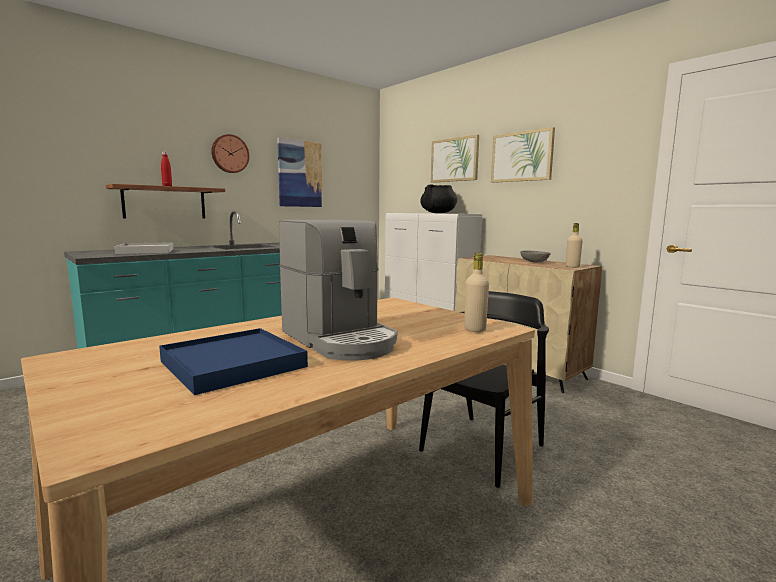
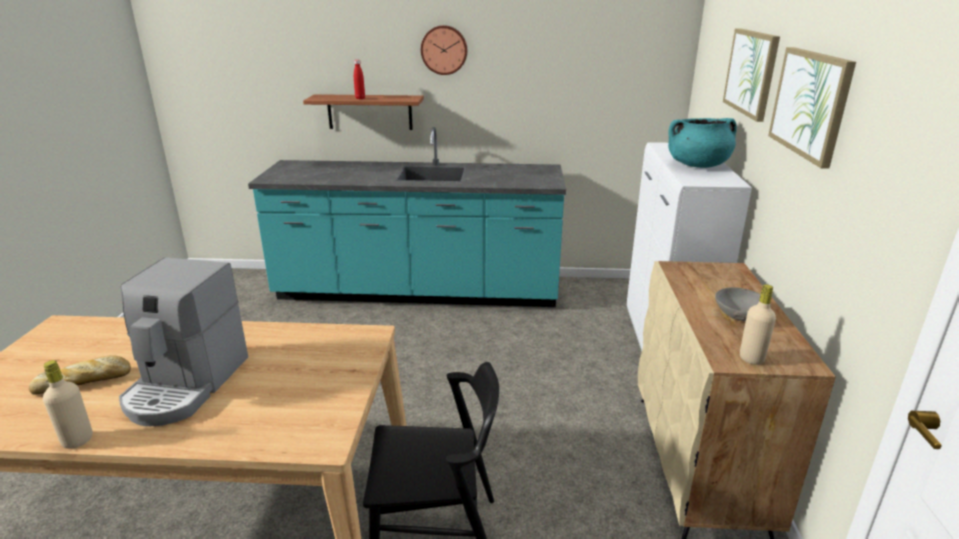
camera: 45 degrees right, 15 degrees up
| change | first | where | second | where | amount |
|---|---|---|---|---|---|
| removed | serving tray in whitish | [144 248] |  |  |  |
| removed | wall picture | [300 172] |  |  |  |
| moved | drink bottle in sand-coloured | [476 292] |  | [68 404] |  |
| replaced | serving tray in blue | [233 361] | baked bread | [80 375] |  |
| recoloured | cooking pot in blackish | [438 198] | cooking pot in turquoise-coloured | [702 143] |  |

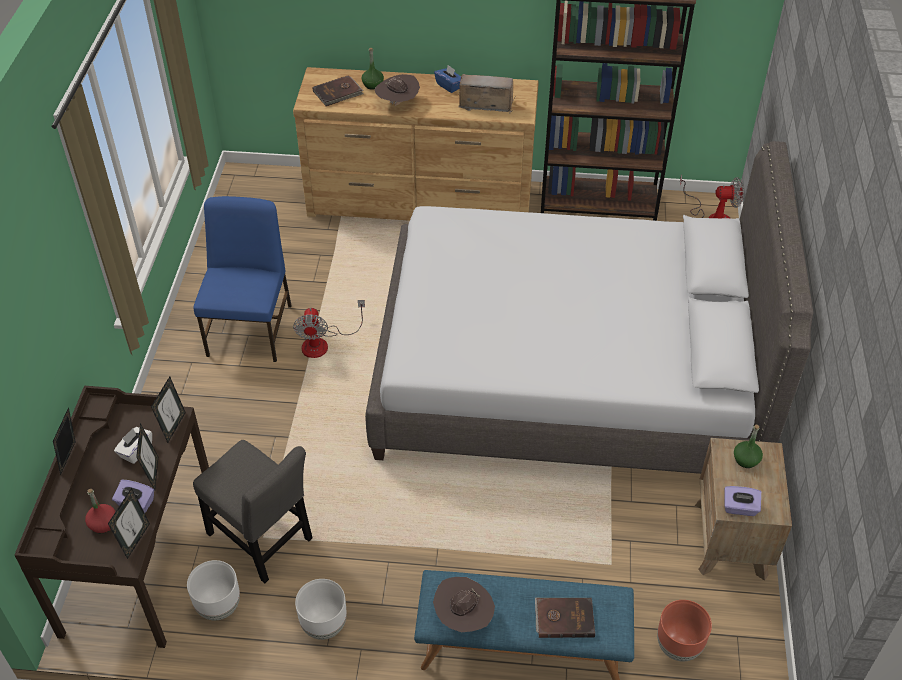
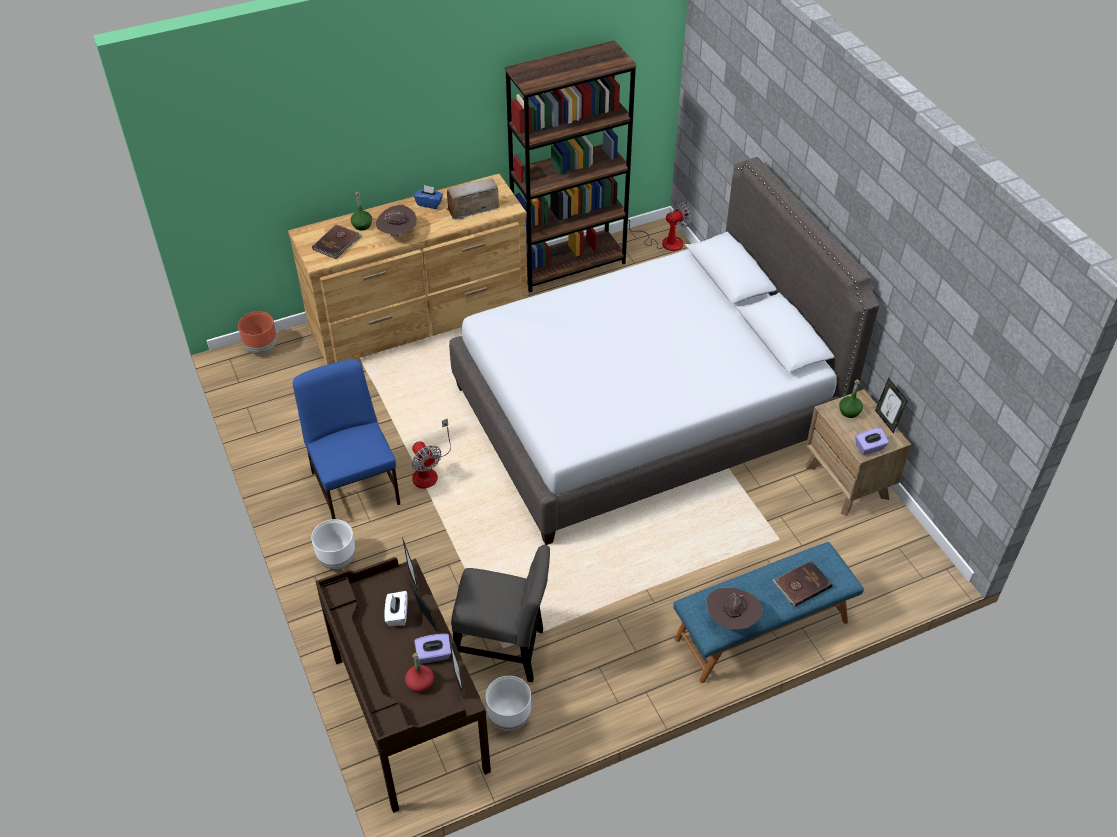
camera: 30 degrees left, 0 degrees up
| change | first | where | second | where | amount |
|---|---|---|---|---|---|
| moved | standing frame | [64 441] |  | [891 405] |  |
| moved | plant pot in whitish | [321 609] |  | [333 544] |  |
| moved | plant pot in brown | [684 631] |  | [257 333] |  |

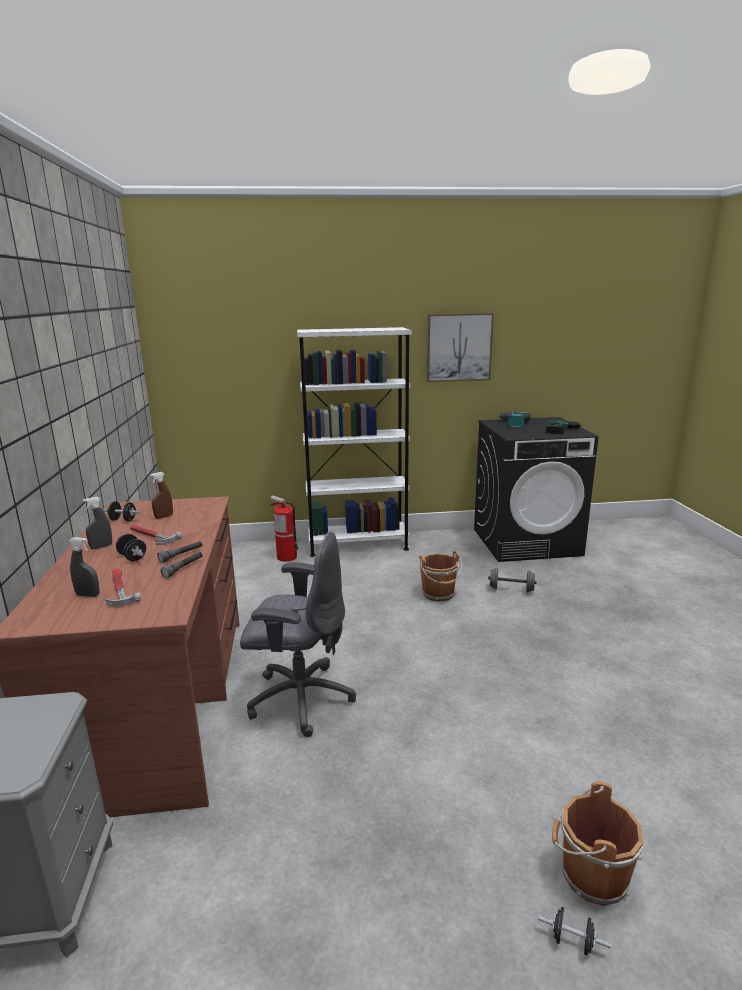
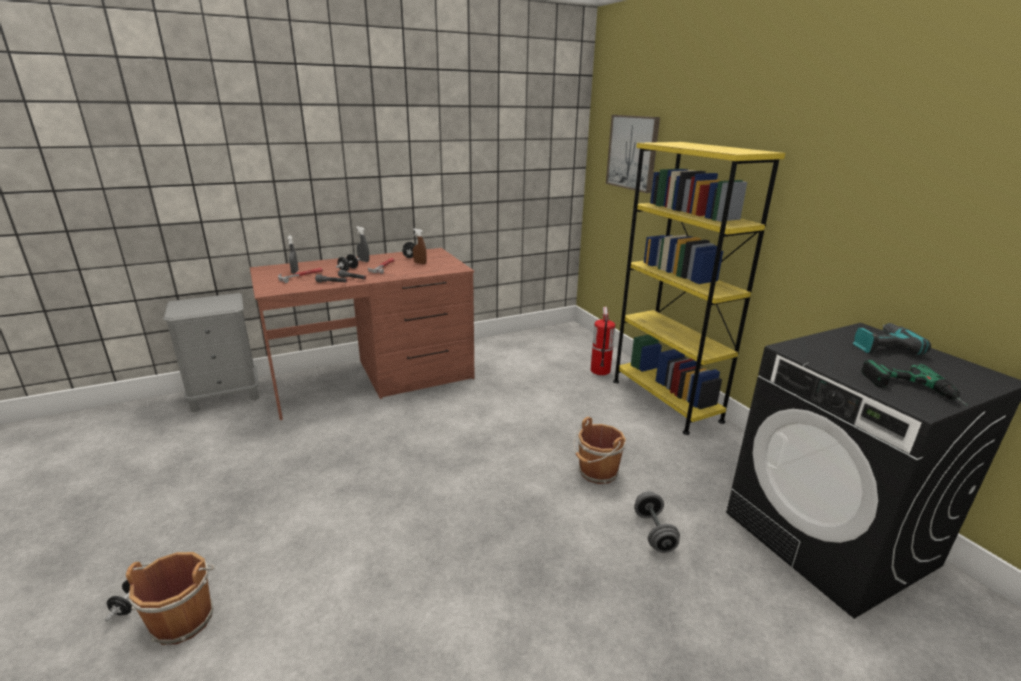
camera: 70 degrees right, 5 degrees up
| change | first | where | second | where | amount |
|---|---|---|---|---|---|
| removed | office chair in greyish | [298 634] |  |  |  |
| moved | wall picture | [460 347] |  | [633 154] |  |
| recoloured | bookshelf in whitish | [354 442] | bookshelf in yellow-coloured | [699 288] |  |

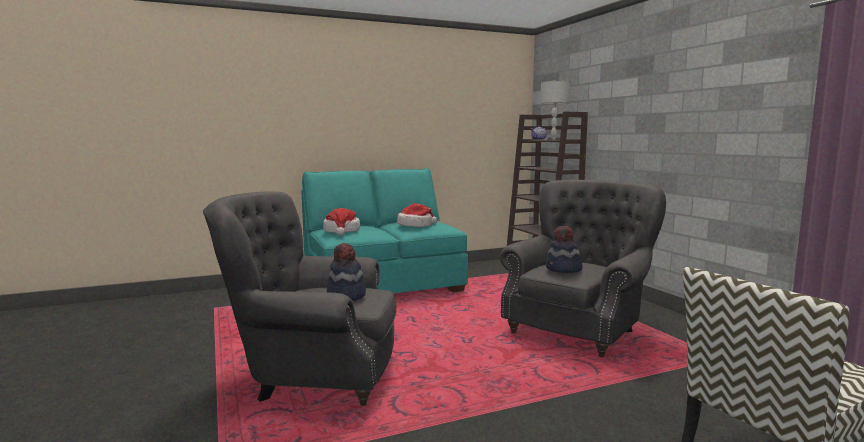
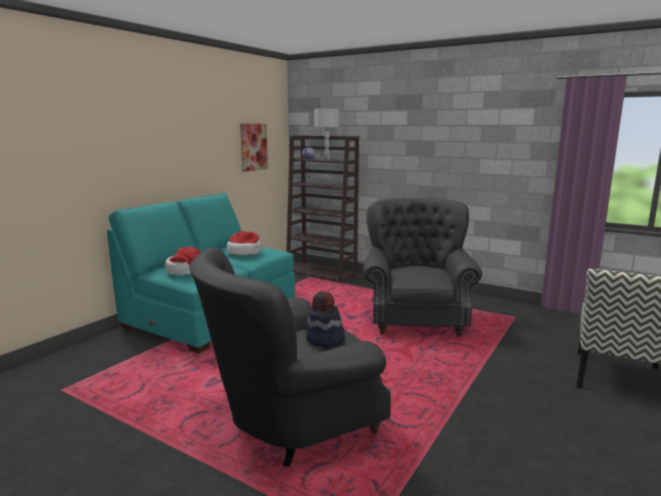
camera: 35 degrees left, 5 degrees up
| change | first | where | second | where | amount |
|---|---|---|---|---|---|
| removed | hat | [564 249] |  |  |  |
| added |  |  | wall picture | [254 148] |  |

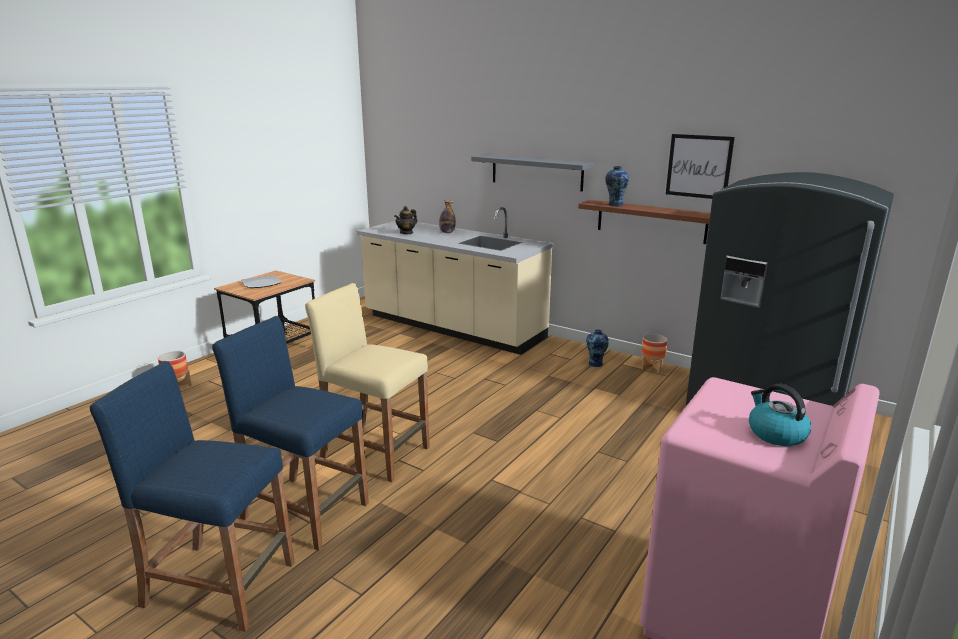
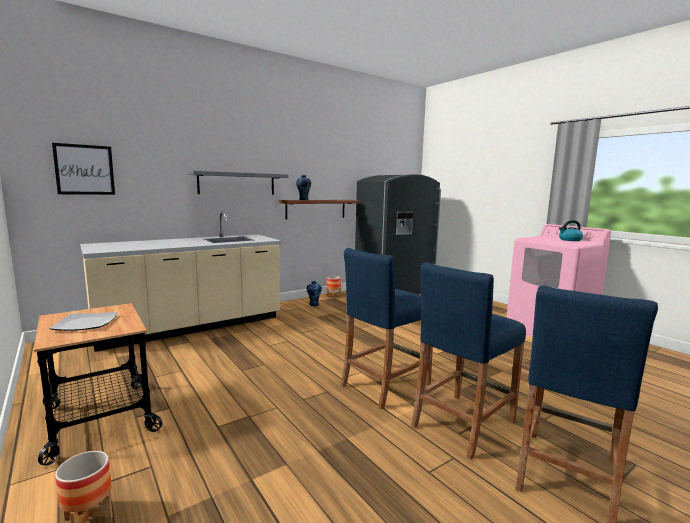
camera: 70 degrees left, 10 degrees down
| change | first | where | second | where | amount |
|---|---|---|---|---|---|
| removed | tea pot | [405 220] |  |  |  |
| removed | drink bottle | [447 216] |  |  |  |
| moved | wall picture | [700 166] |  | [83 169] |  |
| recoloured | stool in sand-coloured | [367 382] | stool in blue | [387 328] |  |

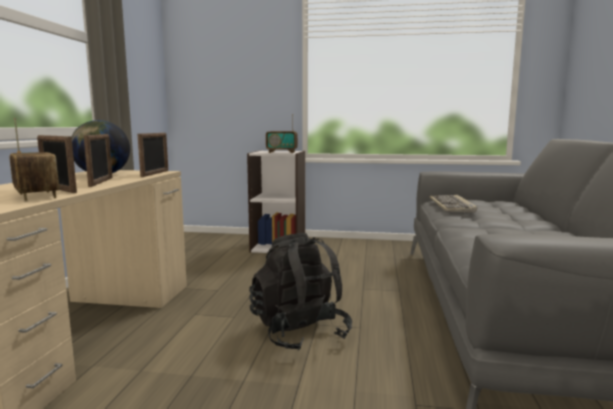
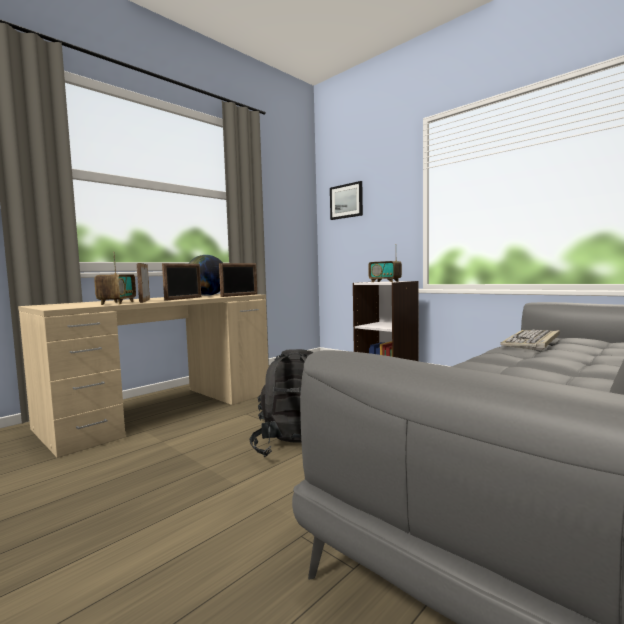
camera: 35 degrees right, 5 degrees down
| change | first | where | second | where | amount |
|---|---|---|---|---|---|
| added |  |  | wall picture | [346 200] |  |

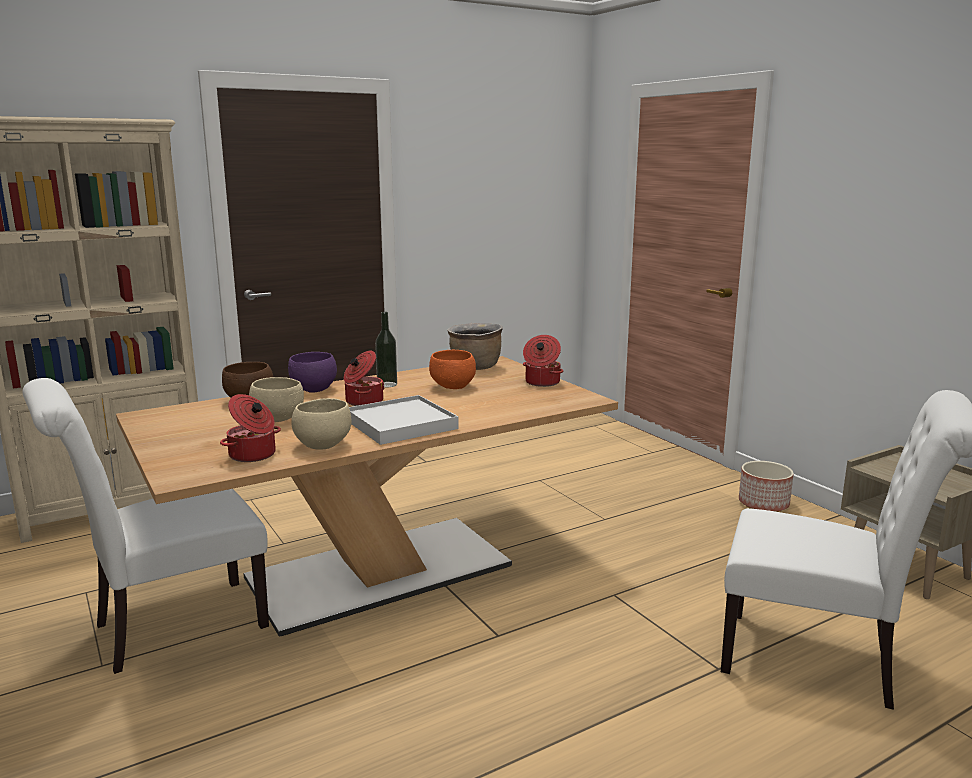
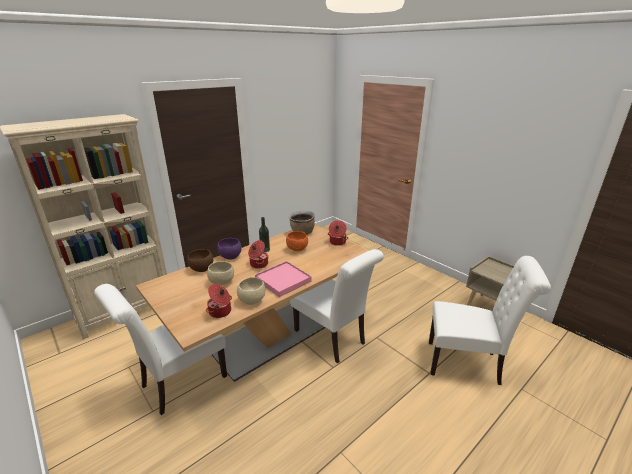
camera: 10 degrees left, 10 degrees up
| change | first | where | second | where | amount |
|---|---|---|---|---|---|
| removed | plant pot | [766 486] |  |  |  |
| added |  |  | plain chair in whitish | [337 306] |  |
| recoloured | serving tray in whitish | [403 420] | serving tray in pink-coloured | [283 279] |  |

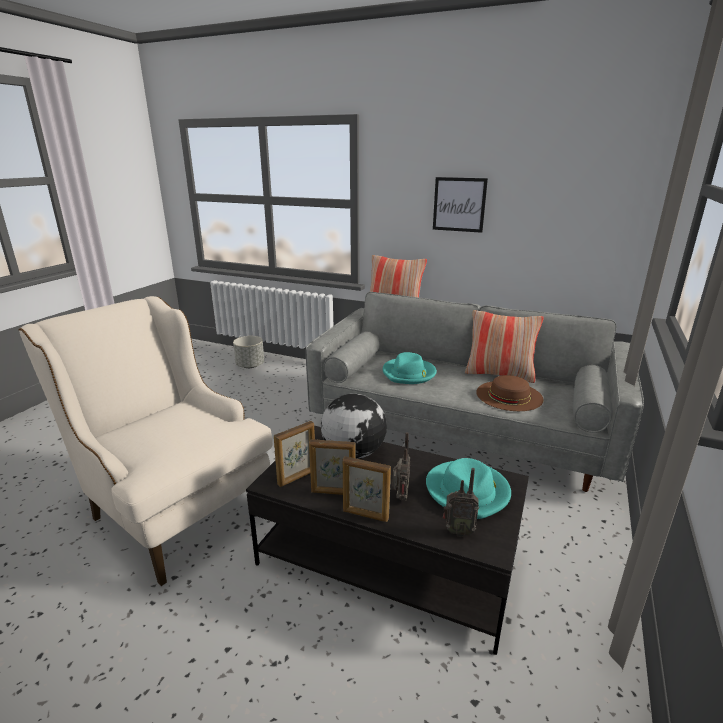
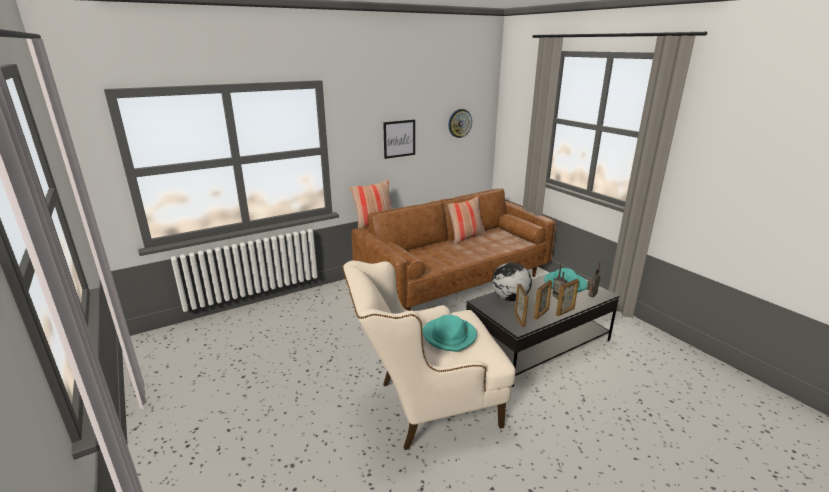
camera: 55 degrees left, 0 degrees up
| change | first | where | second | where | amount |
|---|---|---|---|---|---|
| removed | plant pot in greyish | [248 352] |  |  |  |
| removed | hat in brown | [510 393] |  |  |  |
| added |  |  | hanging clock | [460 123] |  |
| moved | hat in turquoise-coloured | [410 368] |  | [450 333] |  |
| recoloured | sofa in greyish | [475 392] | sofa in brown | [453 249] |  |

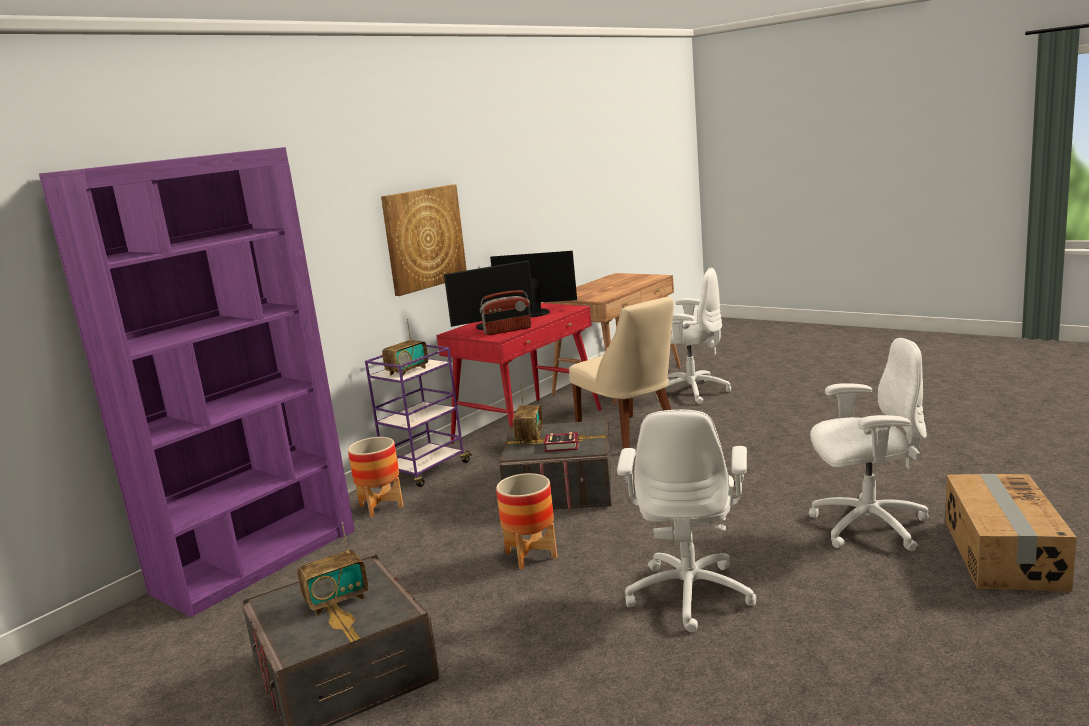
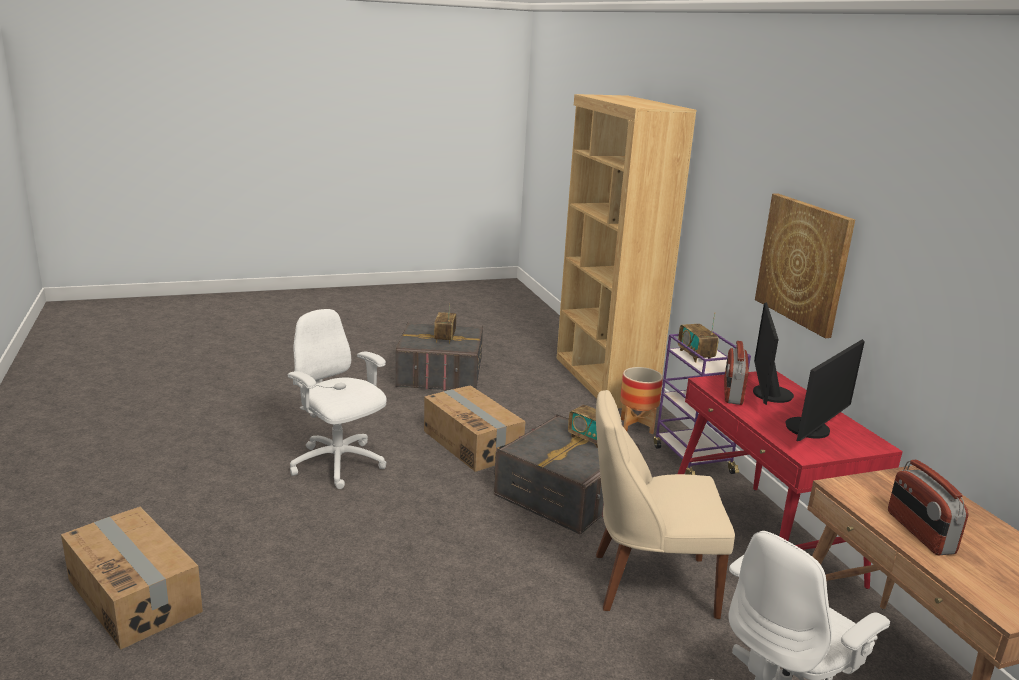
camera: 120 degrees right, 5 degrees up
| change | first | where | second | where | amount |
|---|---|---|---|---|---|
| removed | book | [561 442] |  |  |  |
| removed | office chair in whitish | [869 444] |  |  |  |
| added |  |  | radio | [928 507] |  |
| replaced | plant pot | [526 521] | packing box | [475 428] |  |
| recoloured | bookshelf in purple | [197 382] | bookshelf in brown | [626 251] |  |

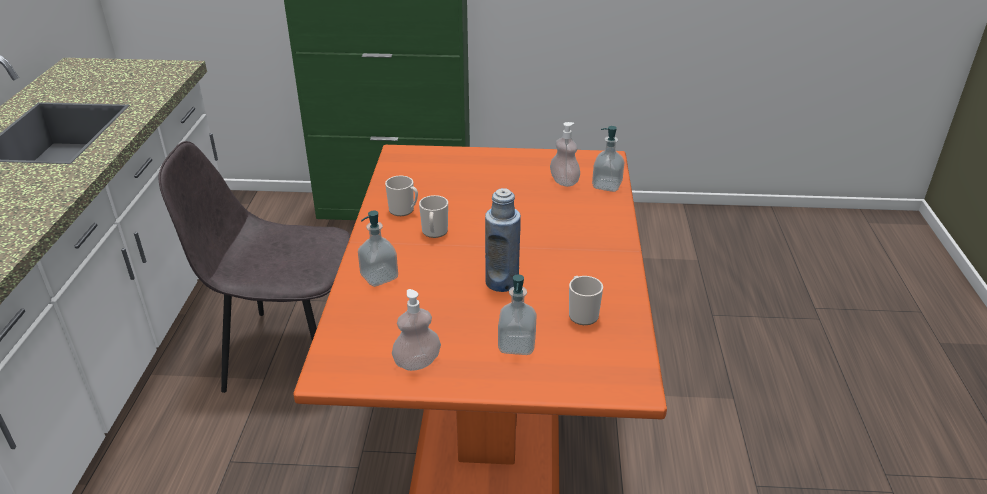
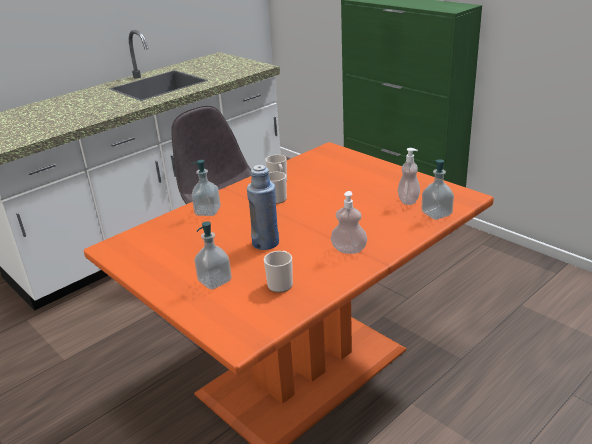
camera: 45 degrees right, 5 degrees down
| change | first | where | second | where | amount |
|---|---|---|---|---|---|
| moved | soap bottle | [416 330] |  | [349 222] |  |

